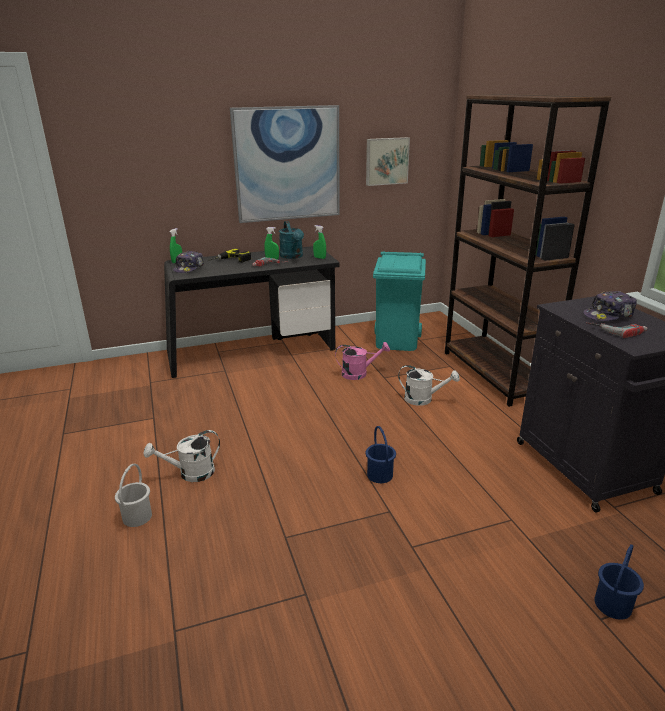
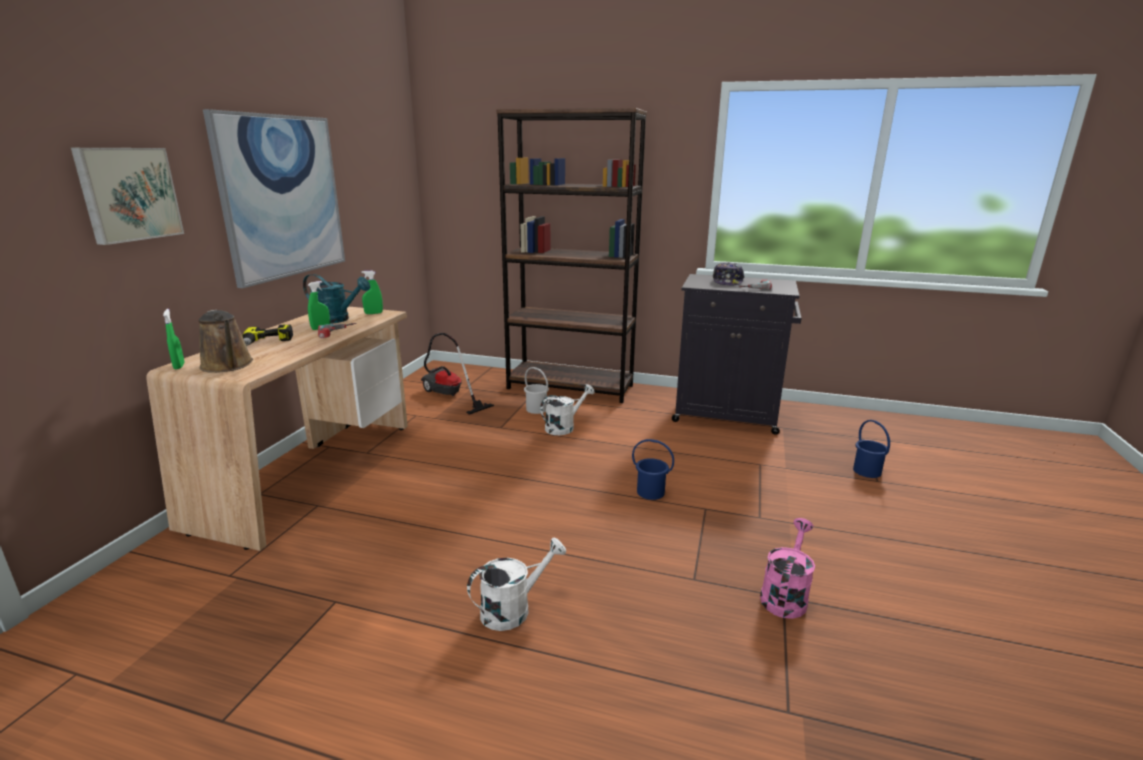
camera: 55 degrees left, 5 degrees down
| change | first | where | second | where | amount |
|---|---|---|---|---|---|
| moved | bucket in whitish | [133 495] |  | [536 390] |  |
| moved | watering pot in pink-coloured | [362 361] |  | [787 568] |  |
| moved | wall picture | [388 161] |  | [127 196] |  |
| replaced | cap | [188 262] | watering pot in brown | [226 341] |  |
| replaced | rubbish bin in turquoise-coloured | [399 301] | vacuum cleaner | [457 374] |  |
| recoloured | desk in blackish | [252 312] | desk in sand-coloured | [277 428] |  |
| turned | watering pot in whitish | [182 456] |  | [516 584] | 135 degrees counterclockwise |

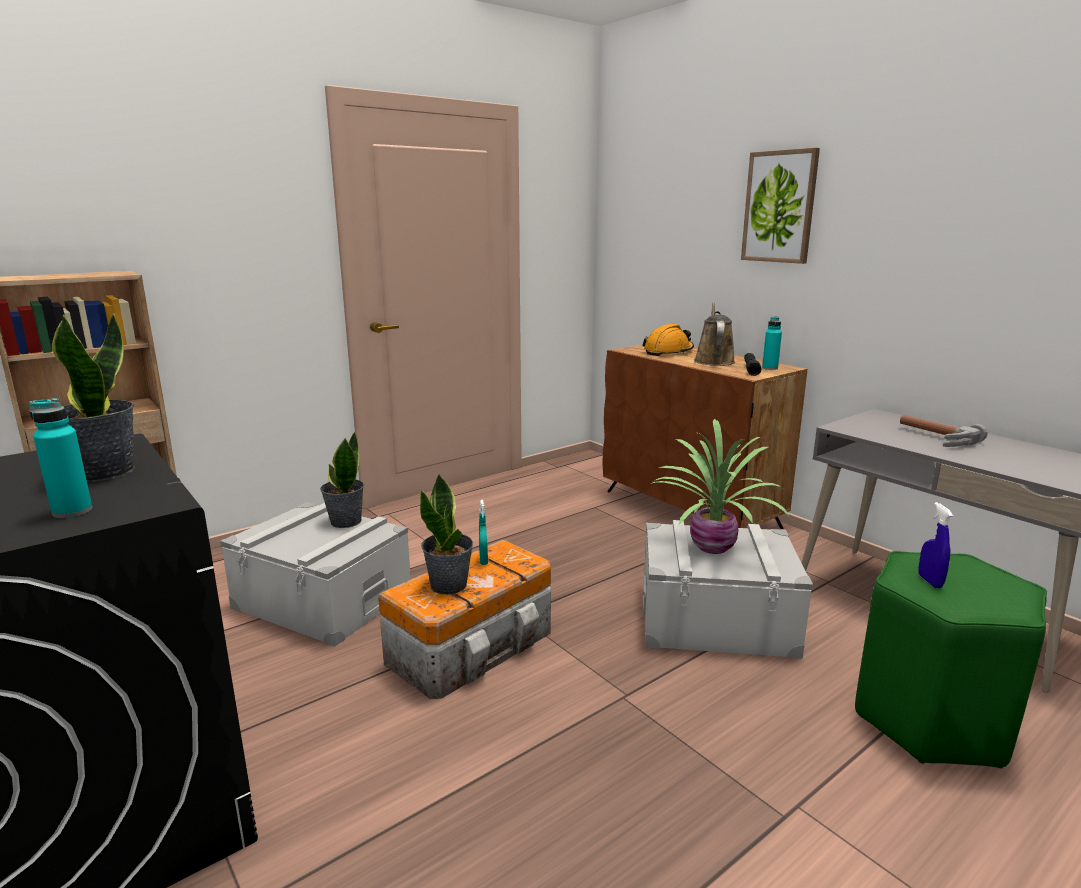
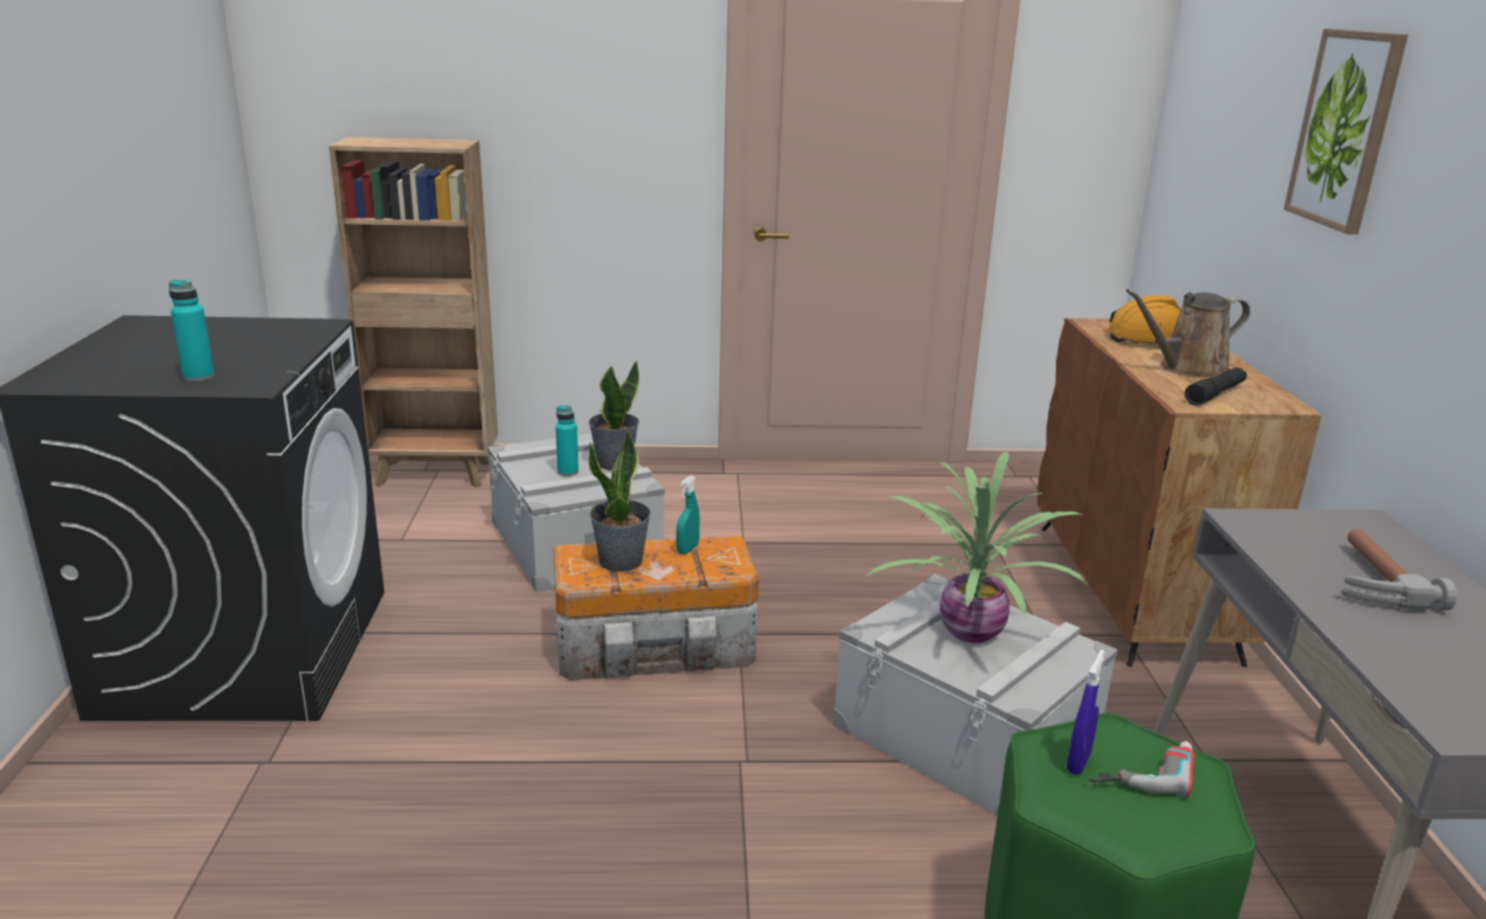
camera: 35 degrees right, 5 degrees up
| change | first | where | second | where | amount |
|---|---|---|---|---|---|
| removed | plant in a pot | [93 397] |  |  |  |
| added |  |  | power drill | [1141 769] |  |
| moved | drink bottle in turquoise-coloured | [772 343] |  | [567 440] |  |
| turned | watering pot in brown | [714 334] |  | [1188 333] | 150 degrees counterclockwise |

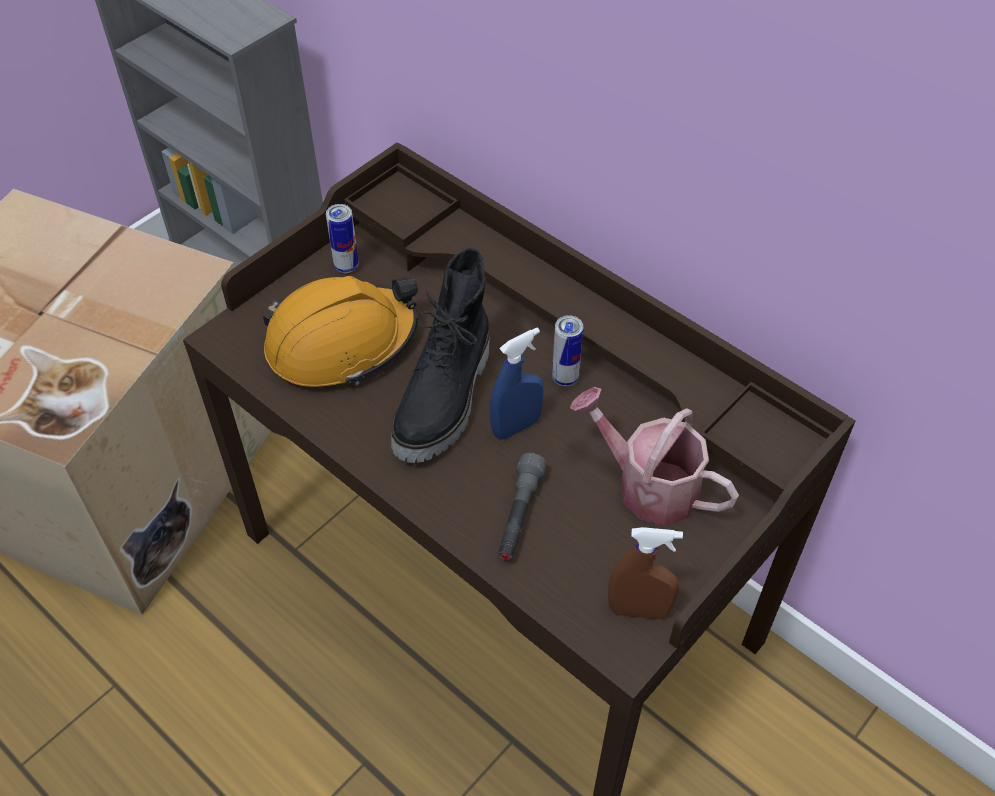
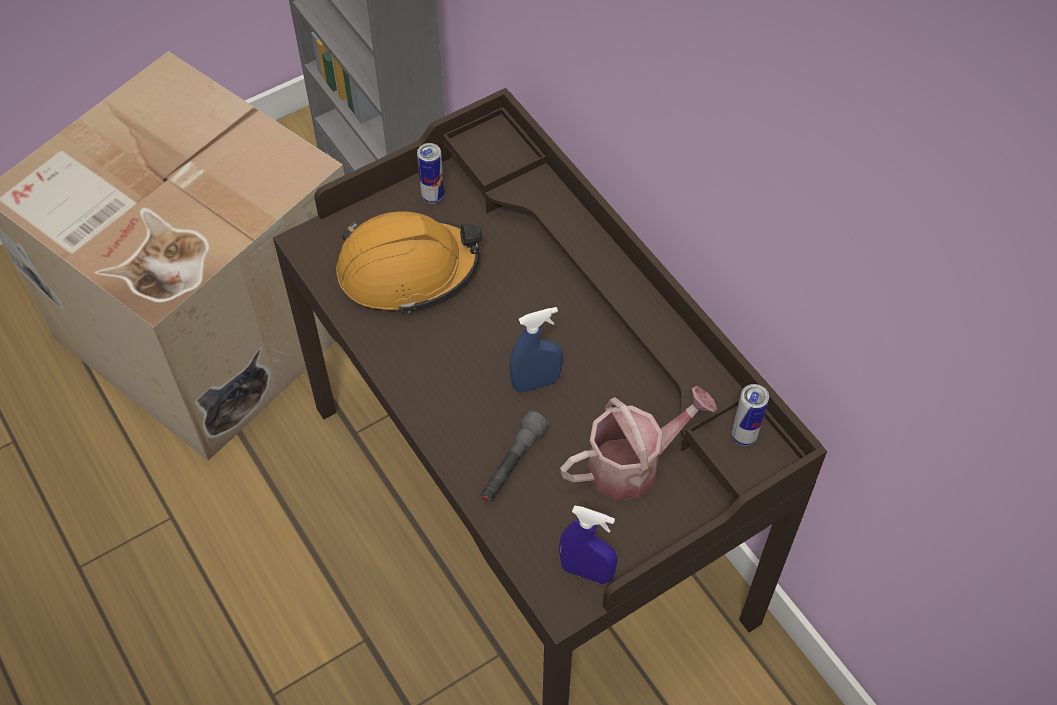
camera: 15 degrees right, 5 degrees up
| change | first | where | second | where | amount |
|---|---|---|---|---|---|
| removed | tall boot in blackish | [440 355] |  |  |  |
| moved | sealed can | [567 350] |  | [750 415] |  |
| recoloured | spray bottle in brown | [645 573] | spray bottle in blue | [588 545] |  |
| turned | watering pot | [654 456] |  | [638 443] | 105 degrees clockwise |

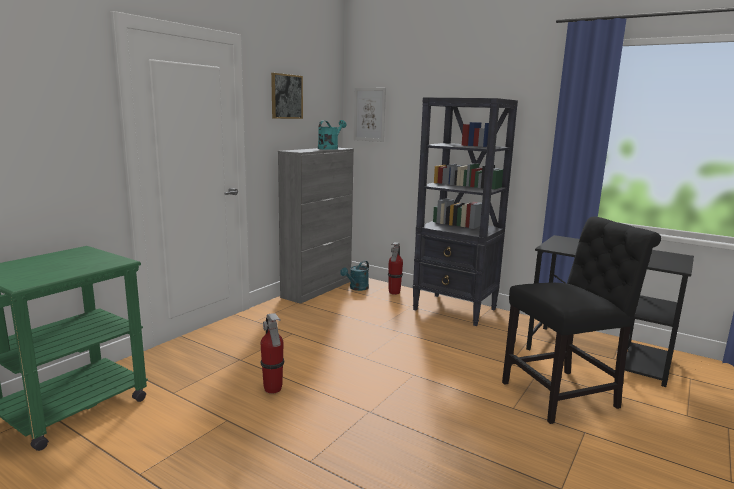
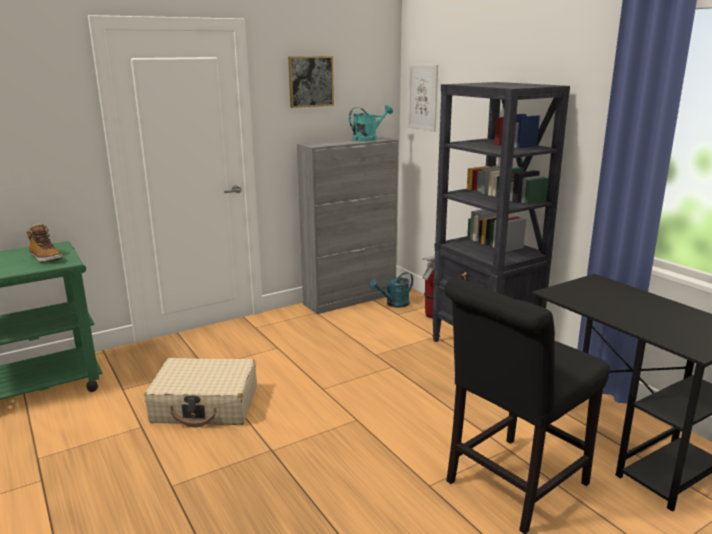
camera: 25 degrees right, 5 degrees up
| change | first | where | second | where | amount |
|---|---|---|---|---|---|
| added |  |  | tall boot | [45 243] |  |
| replaced | fire-fighting cylinder | [272 353] | piece of luggage in sand-coloured | [200 392] |  |
| turned | plain chair in blackish | [581 320] |  | [527 406] | 135 degrees clockwise |

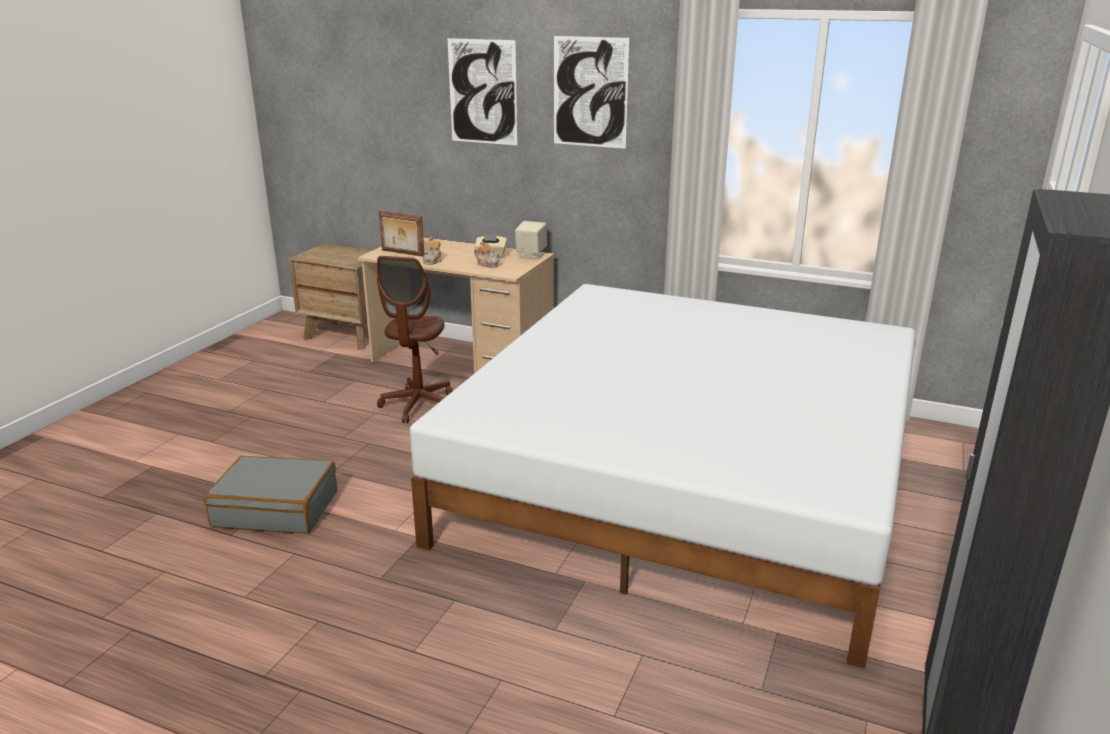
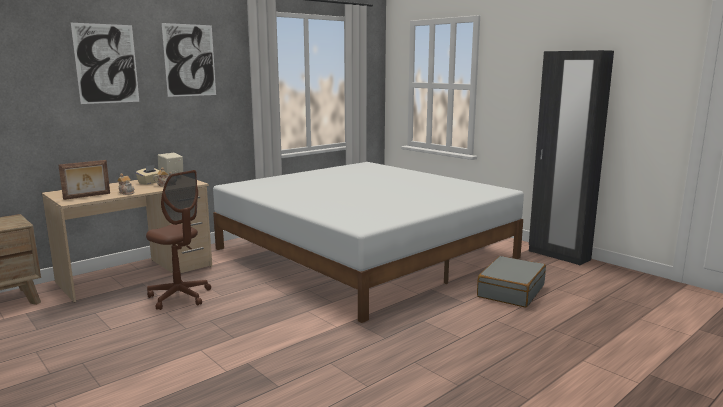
camera: 65 degrees left, 10 degrees down
| change | first | where | second | where | amount |
|---|---|---|---|---|---|
| moved | piece of luggage in greyish | [270 495] |  | [511 282] |  |

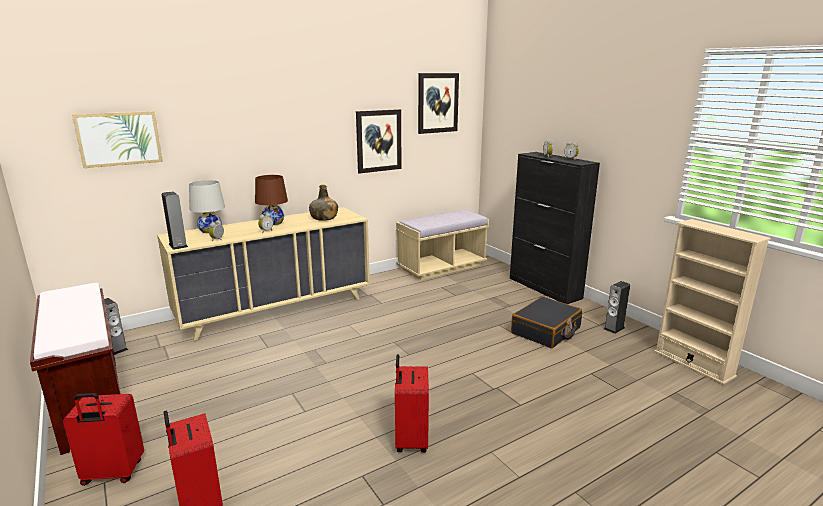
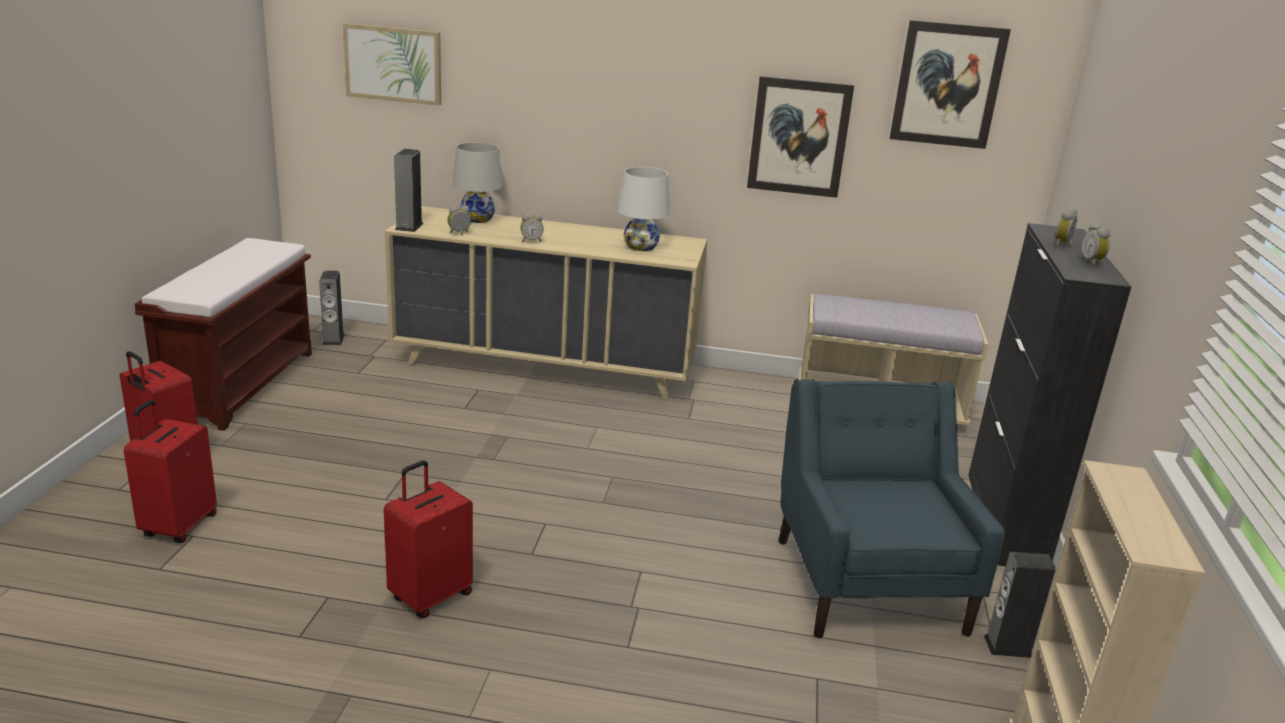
camera: 40 degrees right, 5 degrees up
| change | first | where | second | where | amount |
|---|---|---|---|---|---|
| removed | table lamp in brown | [271 200] |  |  |  |
| replaced | drink bottle in green | [323 203] | table lamp in whitish | [644 209] |  |
| replaced | piece of luggage in blackish | [546 322] | armchair in blue | [892 508] |  |

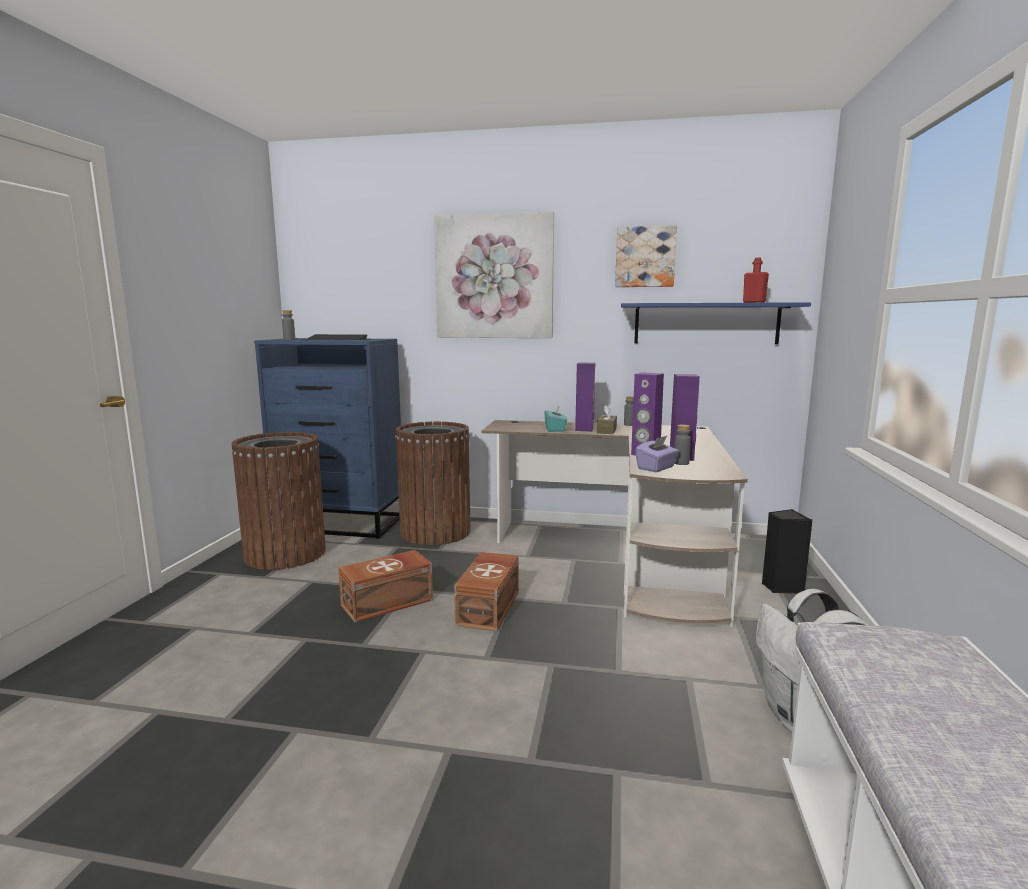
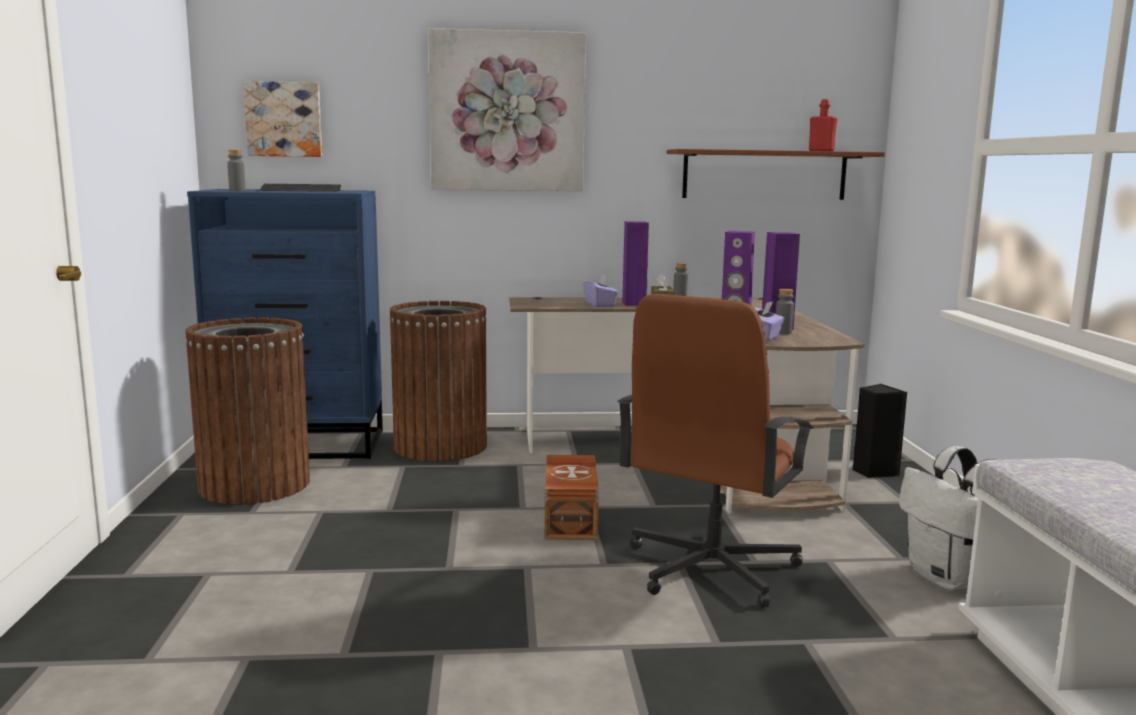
camera: 15 degrees left, 0 degrees up
| change | first | where | second | where | amount |
|---|---|---|---|---|---|
| removed | storage container in brown | [385 586] |  |  |  |
| added |  |  | office chair in brown | [715 451] |  |
| moved | wall picture | [646 256] |  | [282 119] |  |
| recoloured | tissue holder in turquoise-coloured | [555 418] | tissue holder in purple | [600 291] |  |
| recoloured | bracket shelf in blue | [716 323] | bracket shelf in brown | [776 174] |  |

